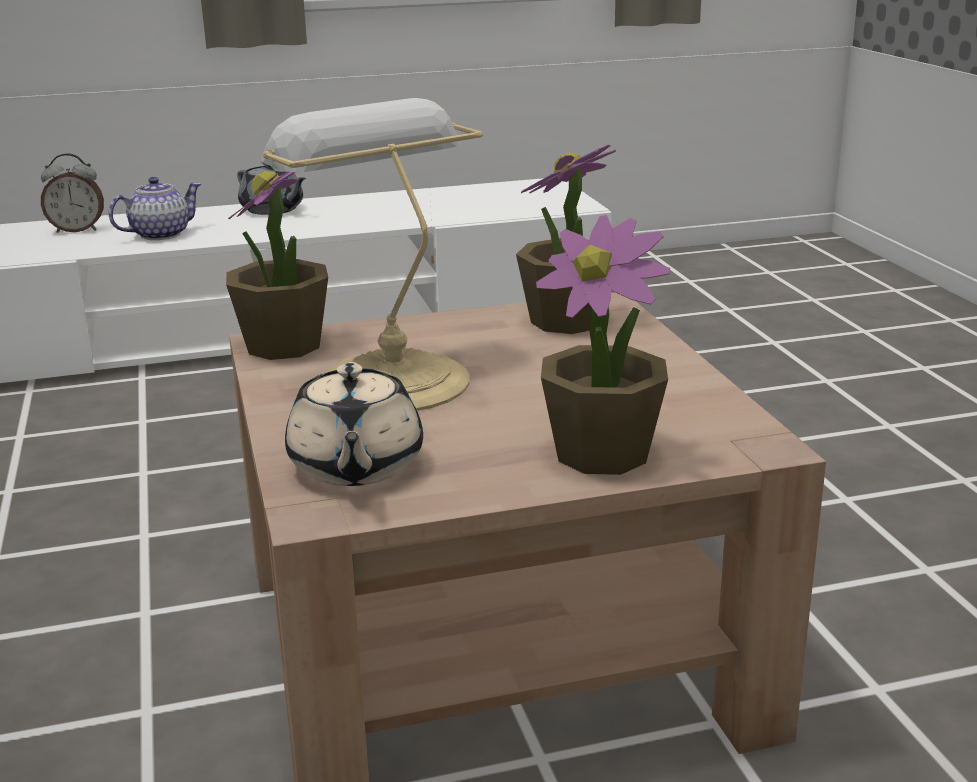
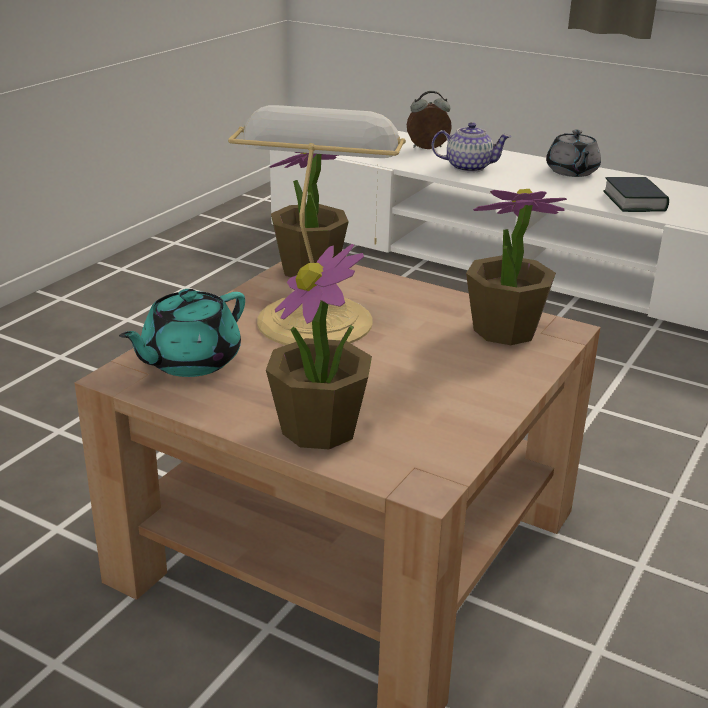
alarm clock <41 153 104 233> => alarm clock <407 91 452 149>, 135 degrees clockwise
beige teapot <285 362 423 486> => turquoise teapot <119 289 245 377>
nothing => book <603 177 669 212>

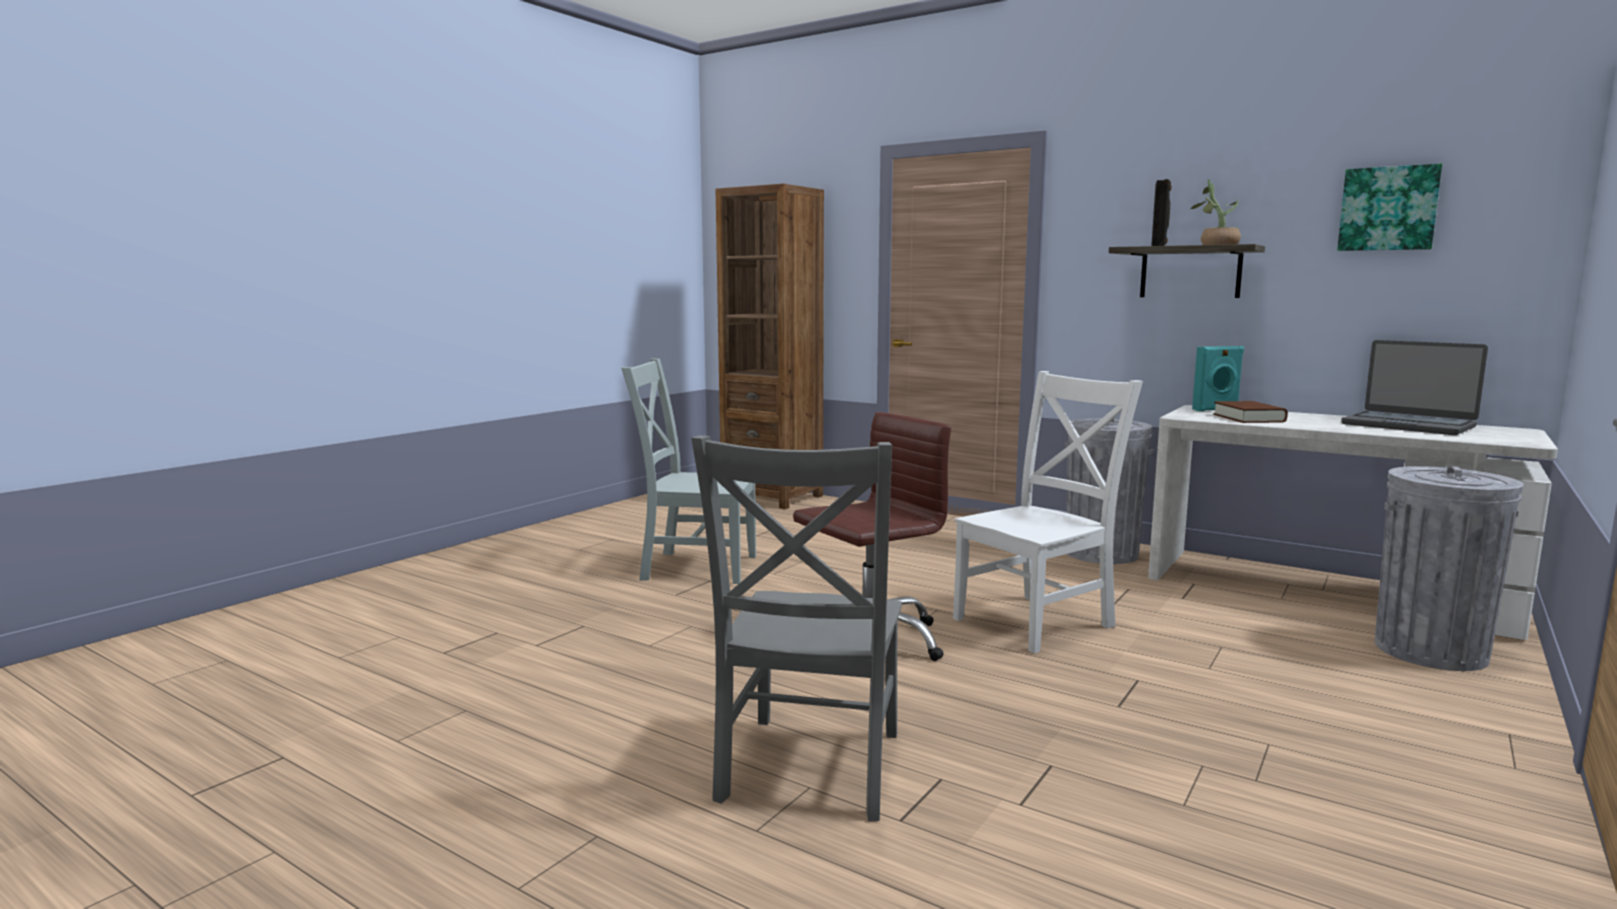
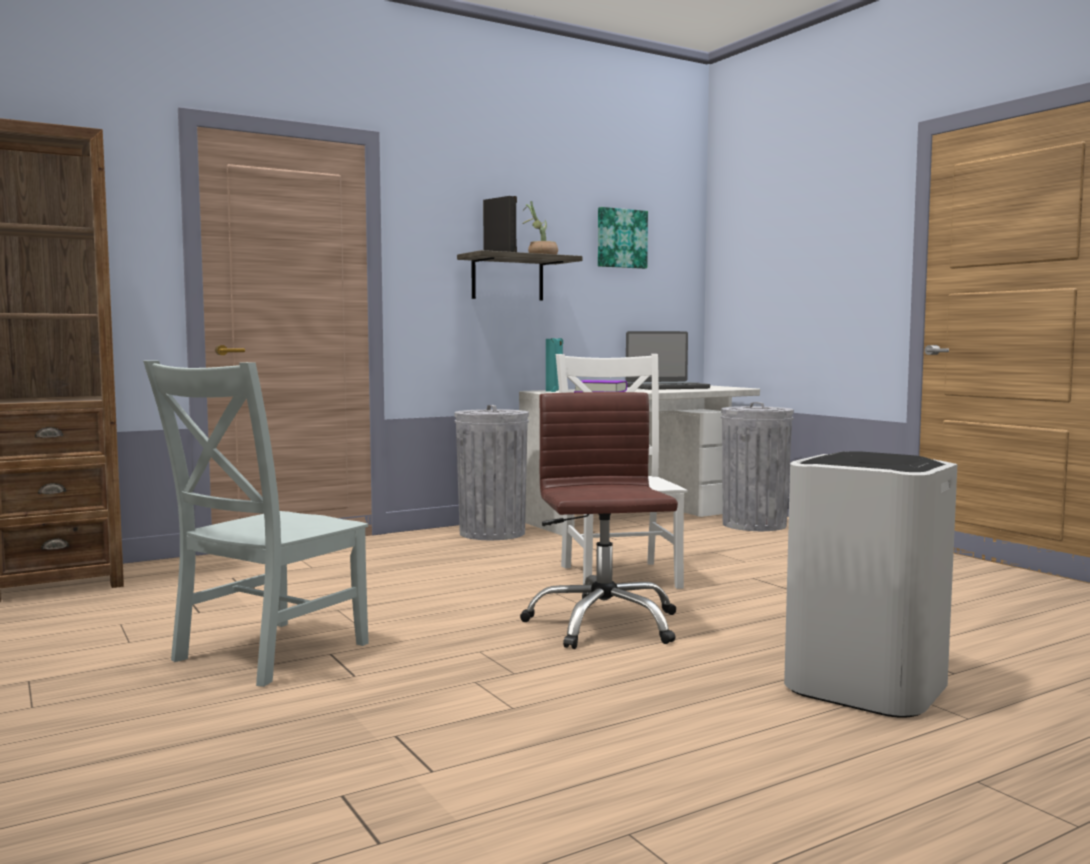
grey chair <691 435 902 822> => white trash can <784 451 957 718>
brown book <1213 401 1288 423> => purple book <574 380 627 392>

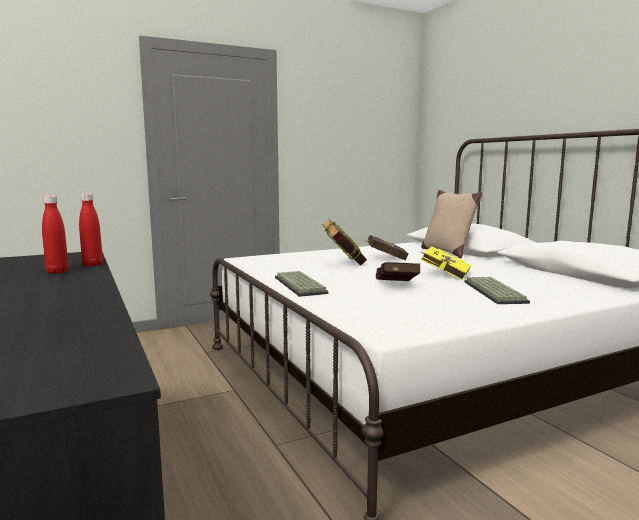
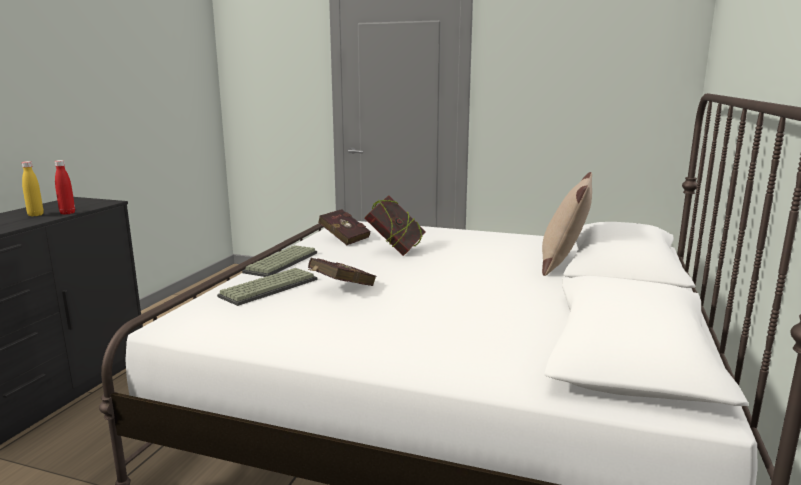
red bottle <42 195 68 274> => yellow bottle <22 161 44 216>
red book <363 235 409 261> => red book <318 209 370 245>, moved
yellow book <419 246 471 280> => nothing
keyboard <465 277 530 304> => keyboard <217 268 317 306>, moved

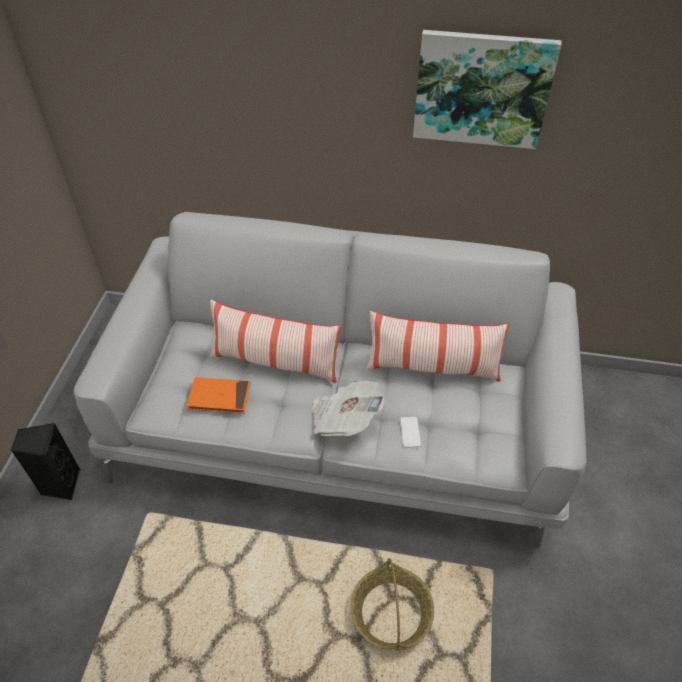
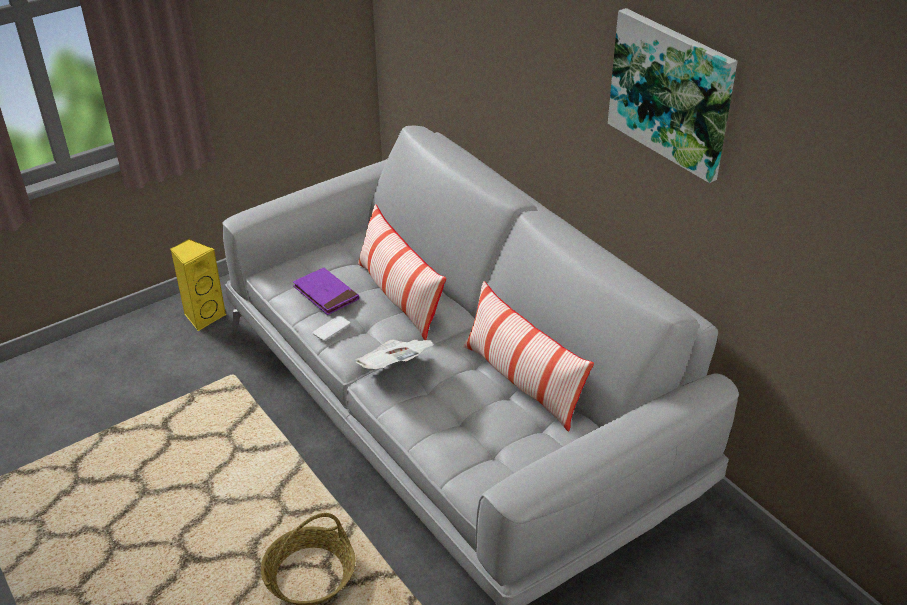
black speaker <11 423 80 500> => yellow speaker <170 239 226 331>
orange book <186 377 250 414> => purple book <293 268 359 315>
phone <400 417 421 448> => phone <313 316 350 341>, moved

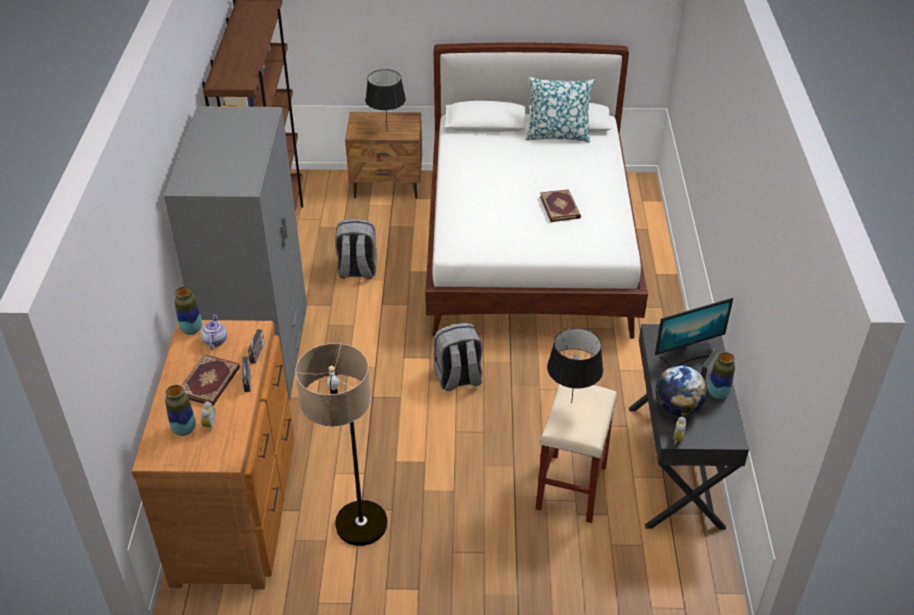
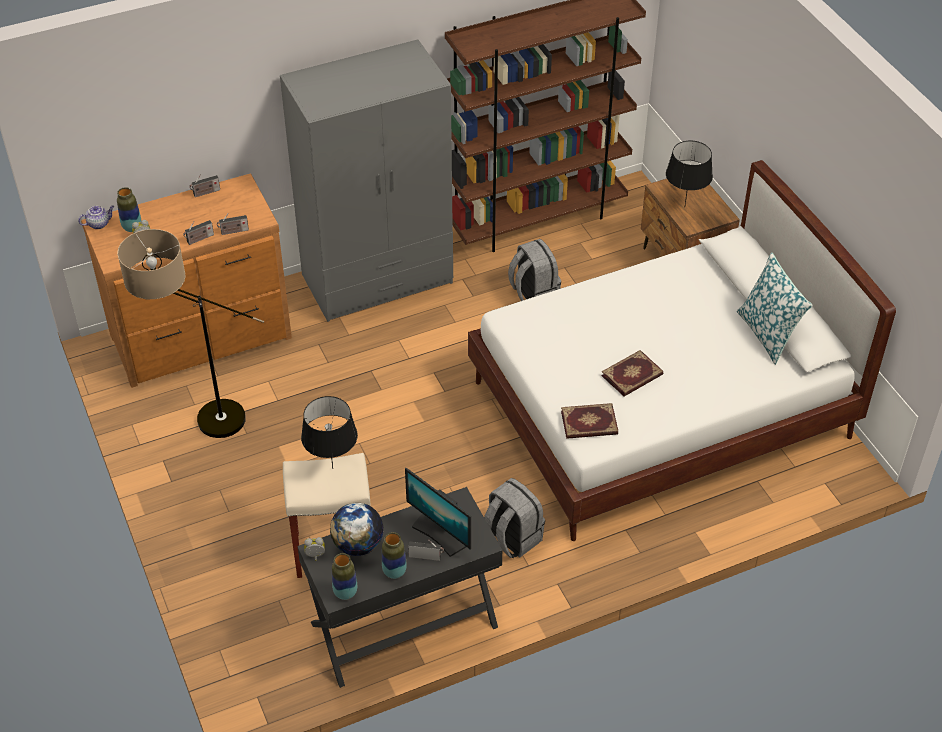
vase <174 286 202 335> => vase <332 553 357 600>, moved
book <181 354 240 406> => book <561 403 618 439>, moved
teapot <201 314 227 349> => teapot <78 205 114 229>, moved
grey backpack <433 323 482 391> => grey backpack <484 478 545 558>, moved
nothing => radio <190 174 220 197>

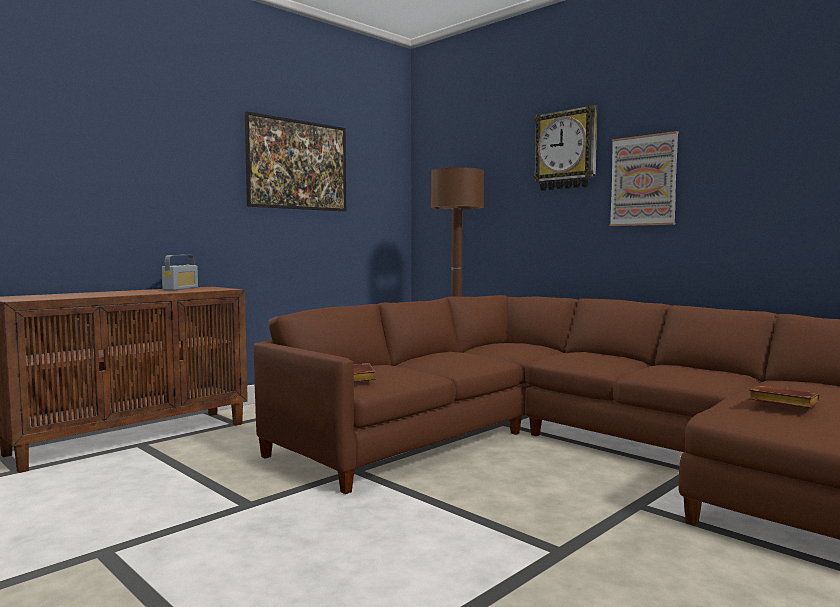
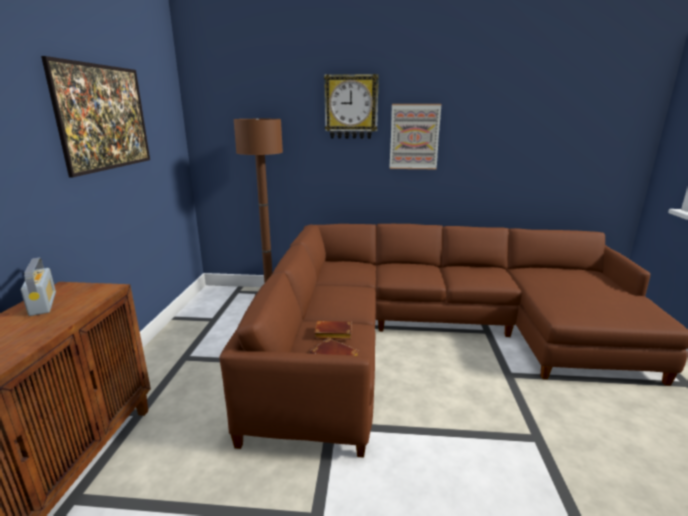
brown book <749 386 819 408> => brown book <314 321 352 339>, moved

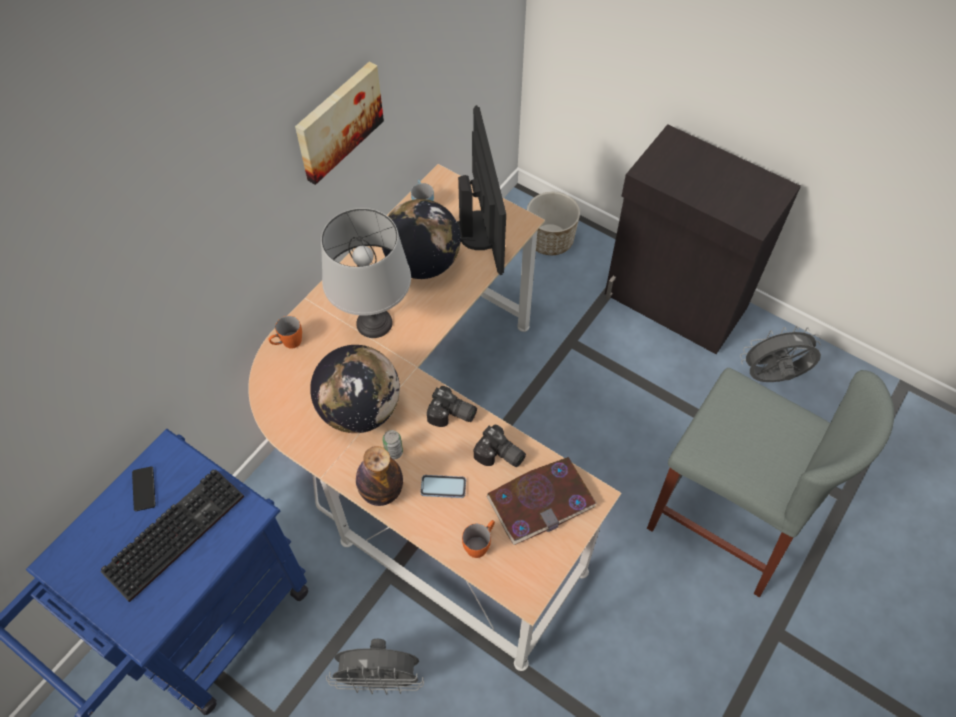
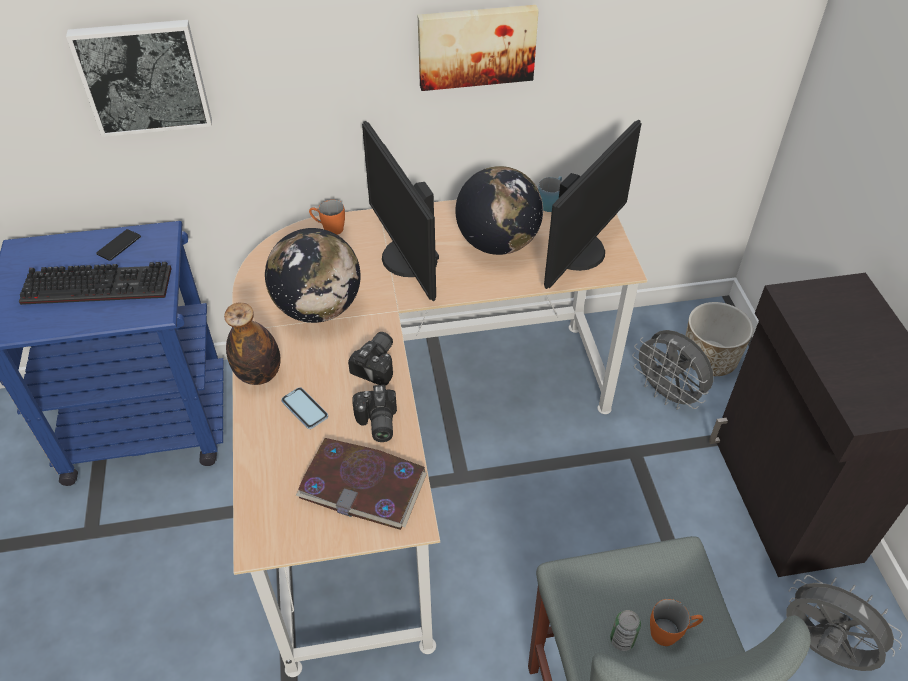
grey table lamp <321 208 411 338> => monitor <362 121 439 301>
grey fan <326 639 424 695> => grey fan <632 330 713 410>, moved
can <382 430 403 460> => can <610 610 641 651>, moved
photo camera <427 386 477 427> => photo camera <348 332 393 385>, 135 degrees counterclockwise
orange mug <462 520 495 558> => orange mug <650 599 703 646>, moved
nothing => picture <66 20 212 137>

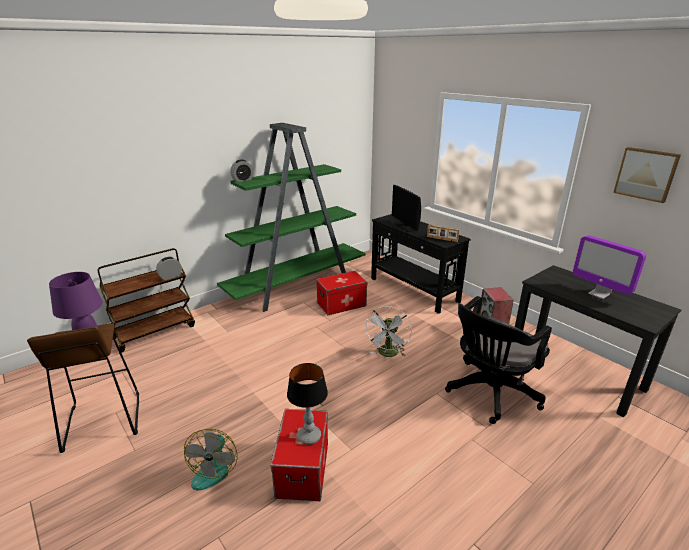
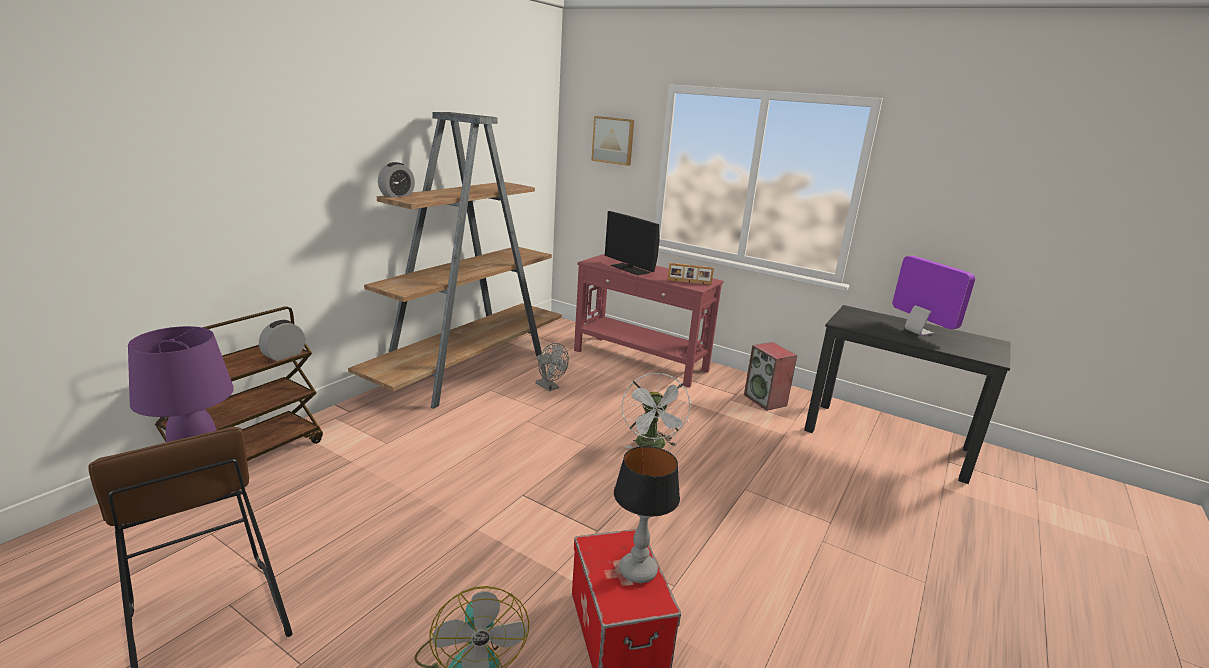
green bookcase <217 123 366 312> => brown bookcase <348 112 562 409>
storage box <316 271 367 315> => grey fan <536 343 569 391>
black console table <371 214 471 314> => red console table <574 254 724 388>
black office chair <445 296 552 424> => nothing
monitor <573 235 646 299> => monitor <892 256 975 336>, 150 degrees counterclockwise
picture <613 147 681 203> => picture <591 116 634 166>, moved

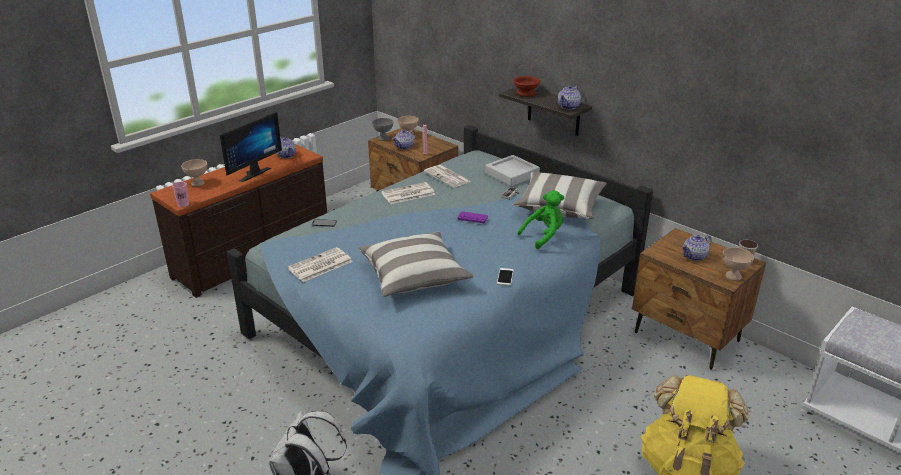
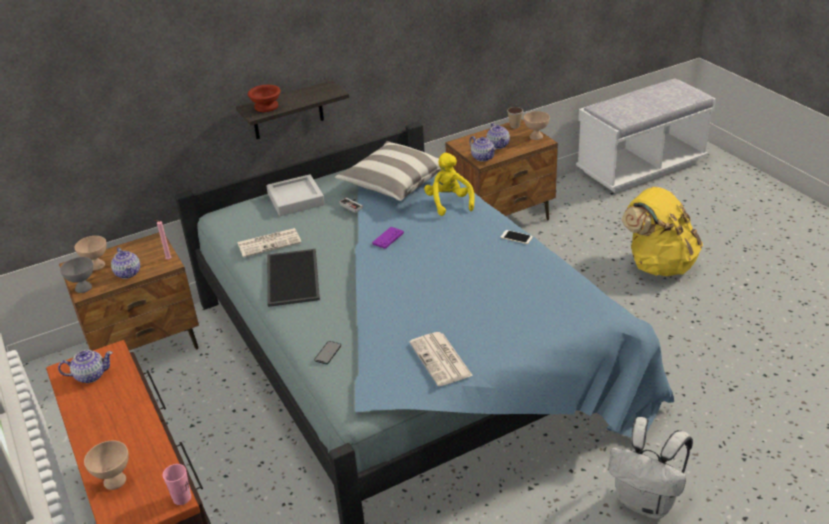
monitor <220 112 282 182> => nothing
pillow <358 232 474 297> => nothing
newspaper <381 182 435 204> => tray <267 249 320 307>
green plush toy <517 190 564 249> => yellow plush toy <424 153 475 216>
teapot <558 85 581 110> => teapot <469 136 496 161>, moved

